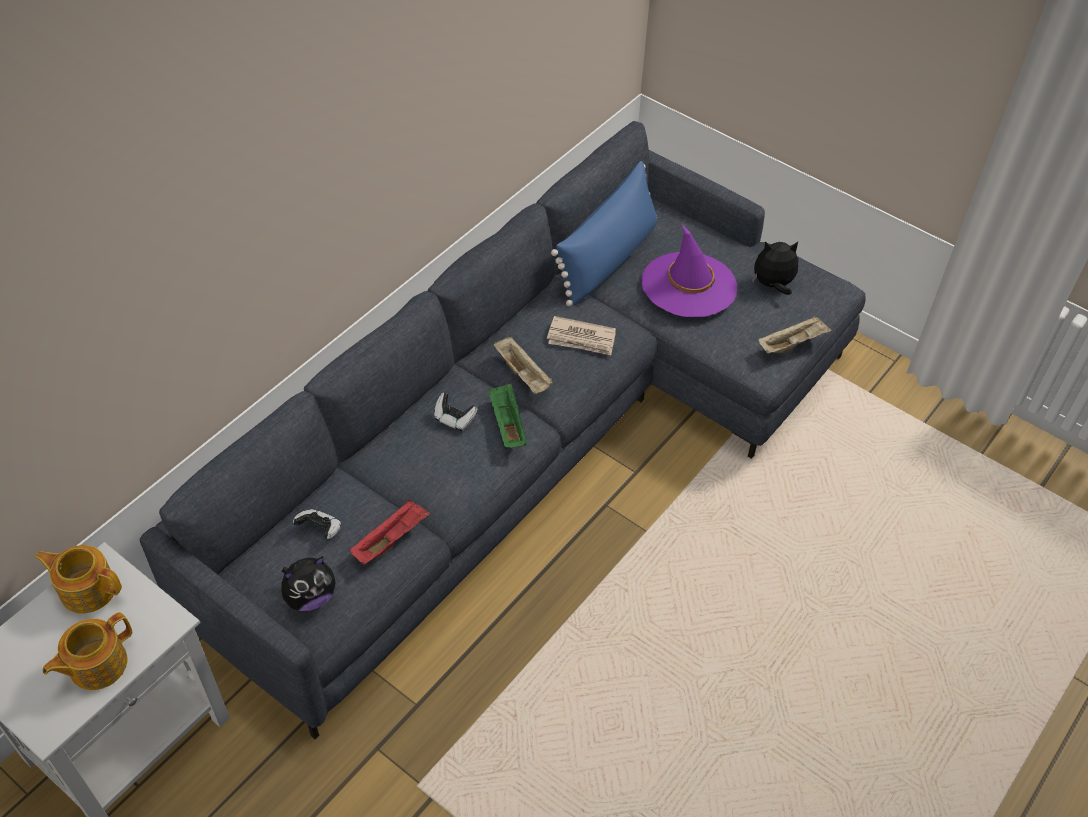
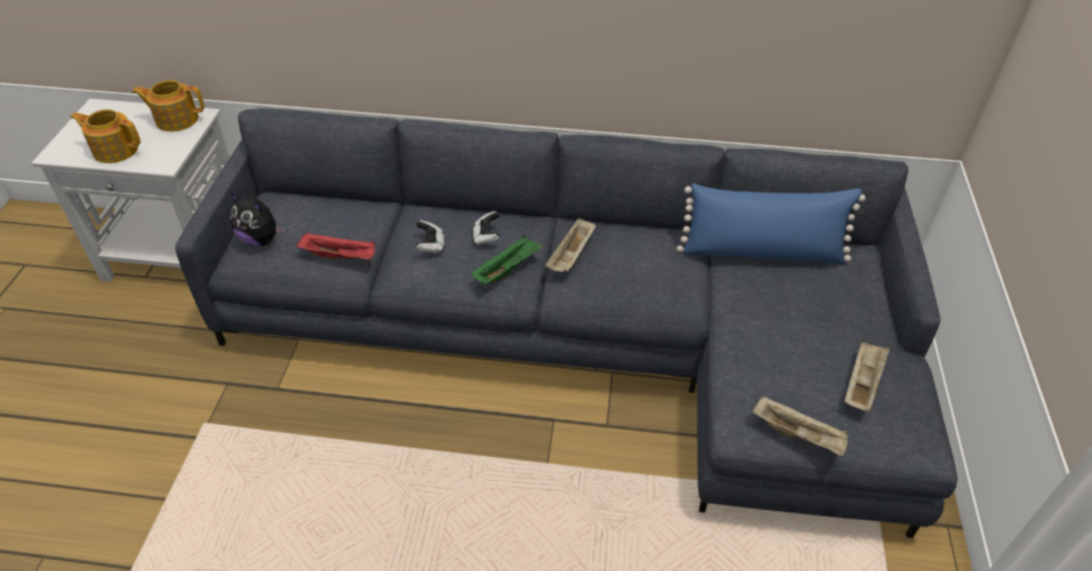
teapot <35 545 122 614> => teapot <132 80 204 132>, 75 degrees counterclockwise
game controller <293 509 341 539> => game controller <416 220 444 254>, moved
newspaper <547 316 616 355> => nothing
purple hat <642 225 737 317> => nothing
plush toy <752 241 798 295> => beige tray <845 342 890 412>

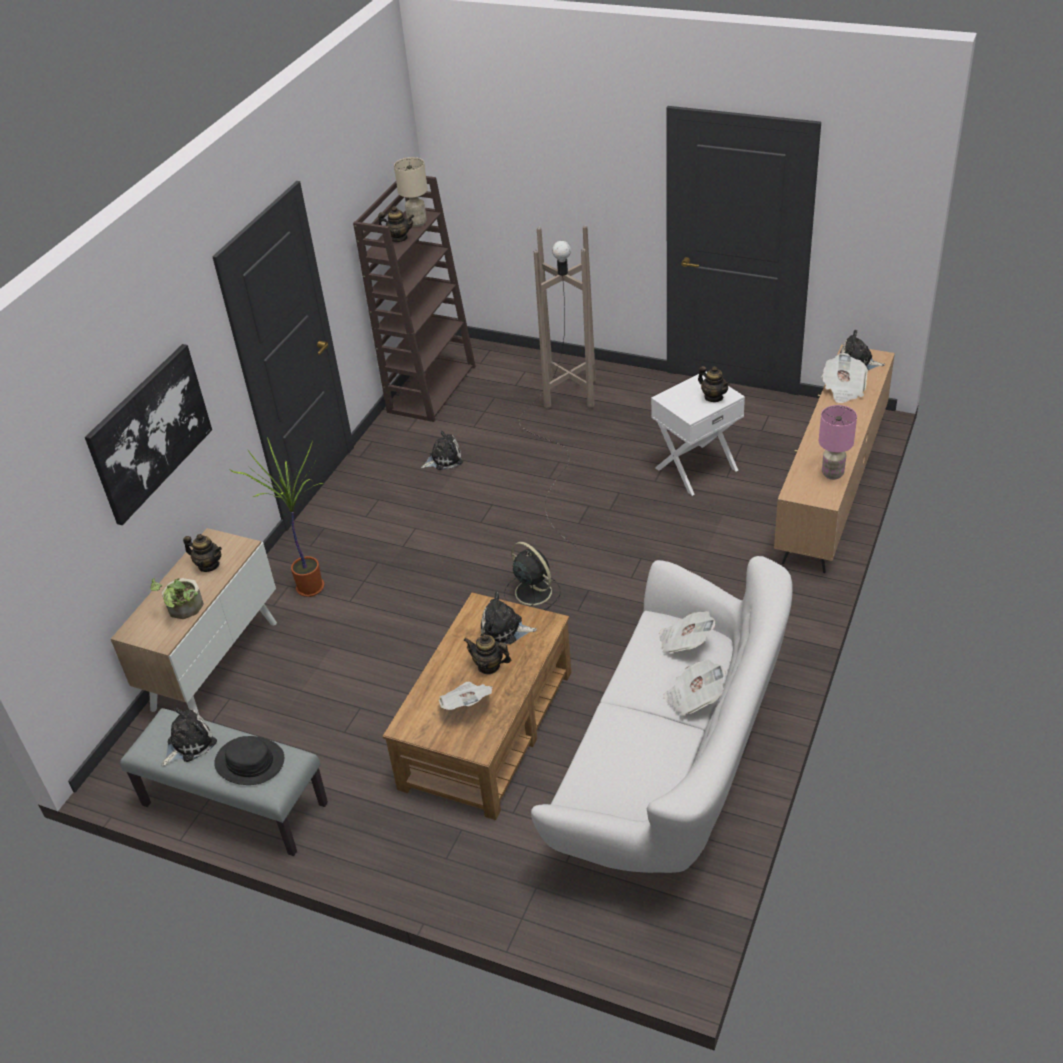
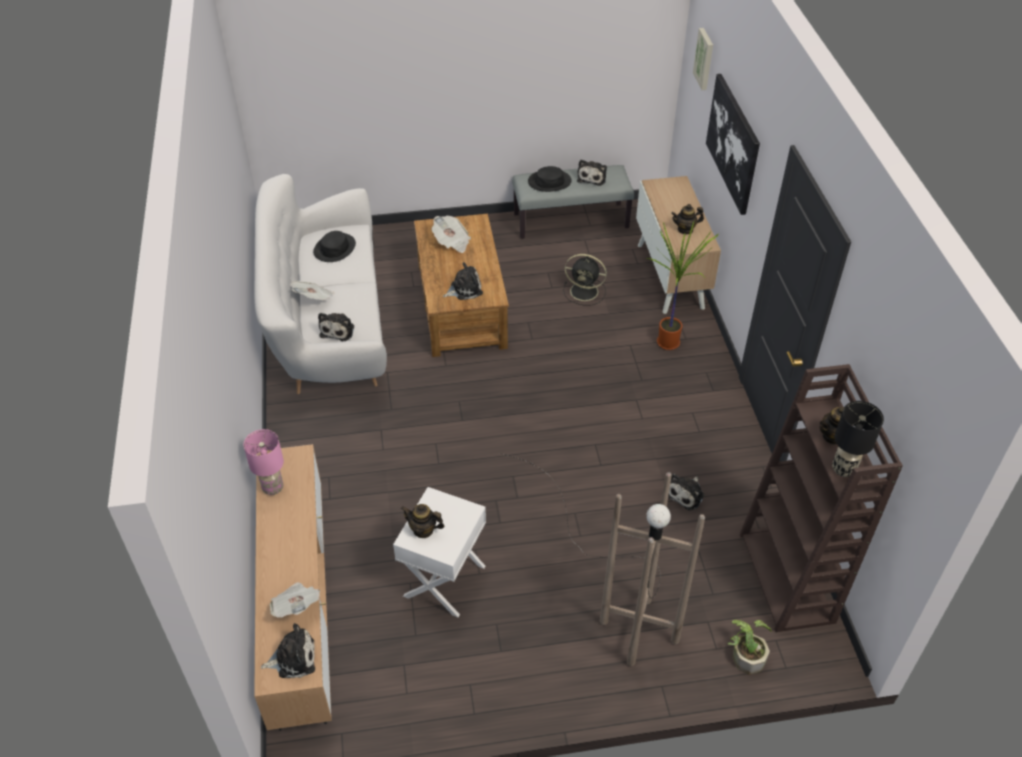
potted plant <151 578 204 619> => potted plant <727 620 772 674>, moved
beige table lamp <394 157 428 227> => black table lamp <832 401 884 477>
teapot <464 634 511 675> => nothing
black fan <504 542 561 611> => black fan <563 254 607 305>, moved
newspaper <659 611 715 653> => plush toy <318 313 354 341>
nothing => black hat <313 231 356 262>
nothing => picture <693 28 713 90>

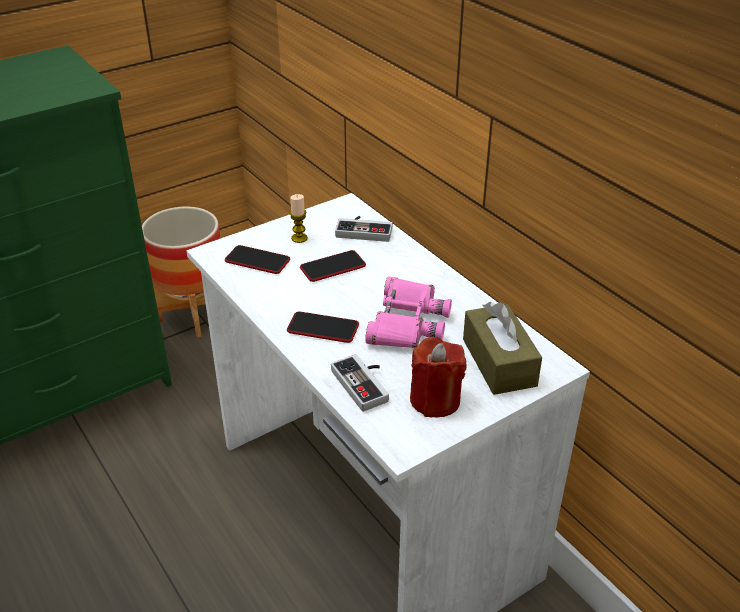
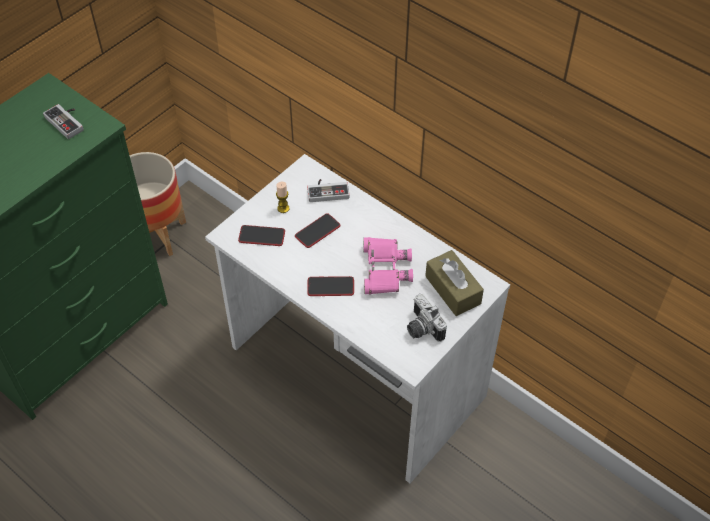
game controller <331 354 389 412> => game controller <43 104 84 139>, moved
red candle <410 337 466 417> => photo camera <407 294 447 342>

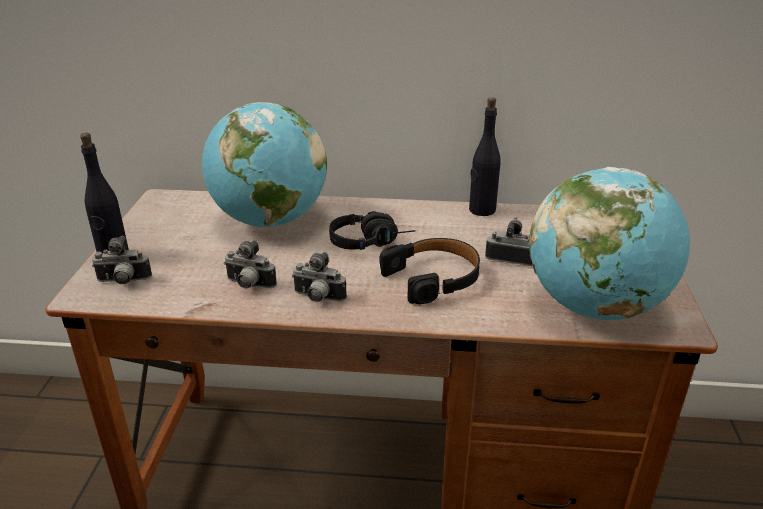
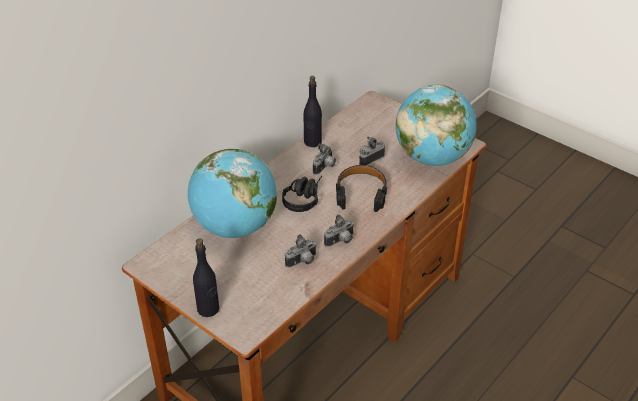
photo camera <92 236 152 284> => photo camera <313 143 336 175>, moved

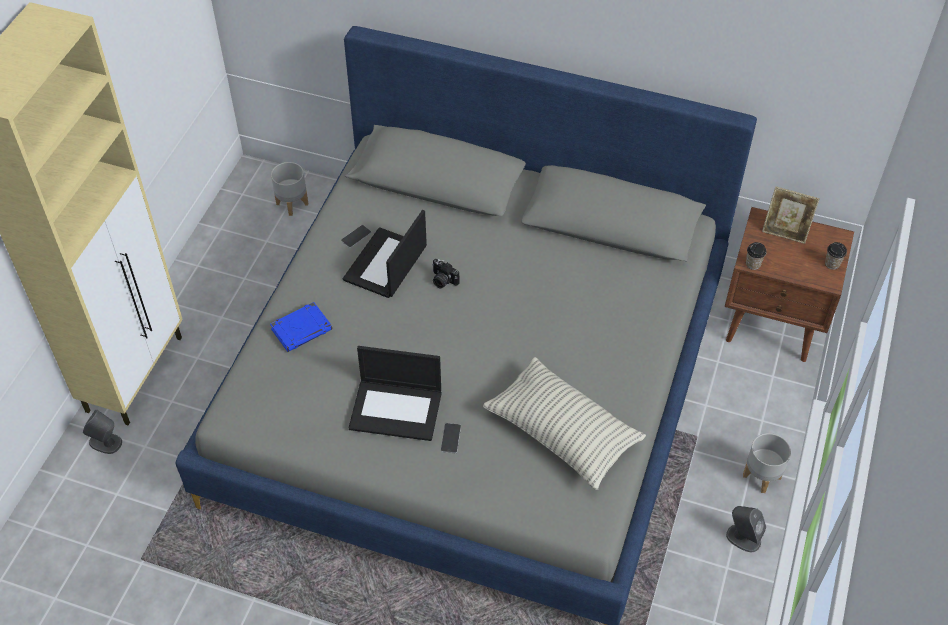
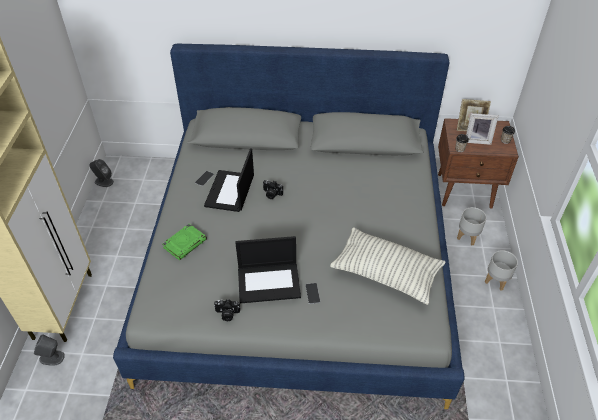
blue book <270 302 332 352> => green book <162 224 207 260>
grey planter <271 162 308 216> => grey planter <457 207 486 245>, moved
grey speaker <726 506 766 552> => grey speaker <89 159 114 187>, moved
nothing => photo camera <214 299 240 321>
nothing => picture frame <466 113 498 145>

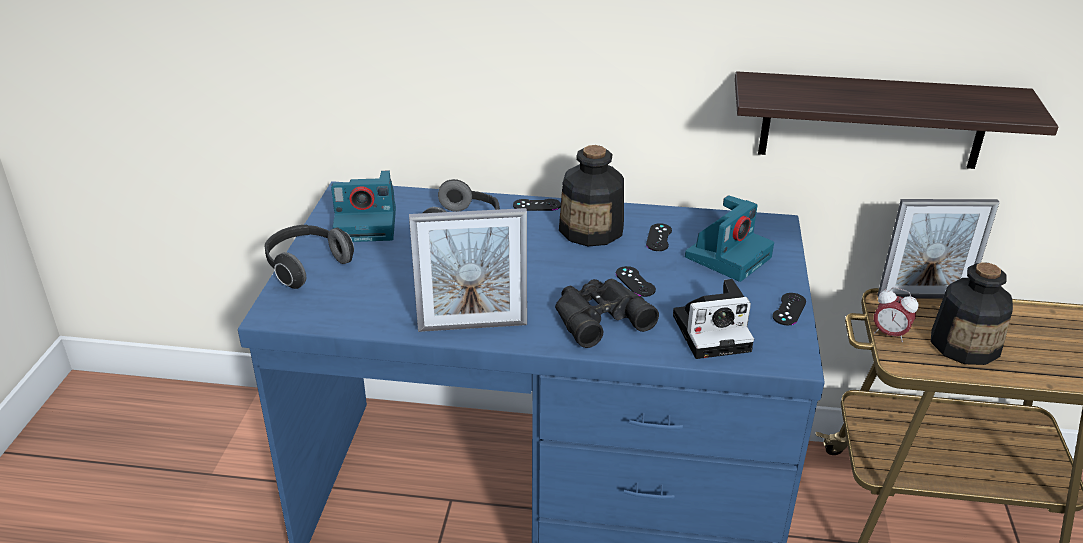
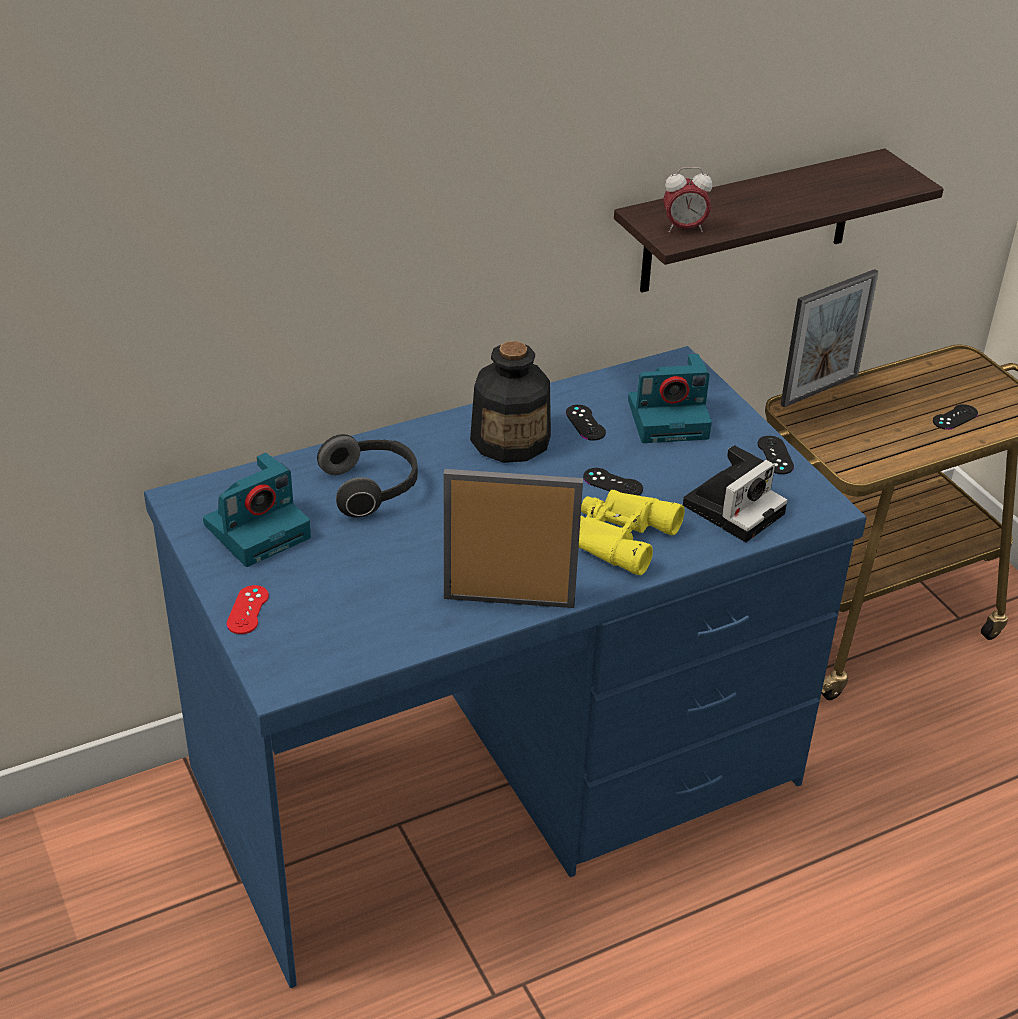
headphones <265 225 354 289> => red game controller <226 585 269 634>
picture frame <409 208 527 332> => picture frame <444 469 583 608>, 135 degrees counterclockwise
black game controller <513 199 561 211> => black game controller <933 404 978 430>, moved
black binoculars <555 279 659 348> => yellow binoculars <579 489 685 575>
photo camera <685 195 774 282> => photo camera <628 354 712 443>, 75 degrees clockwise
alarm clock <874 287 919 342> => alarm clock <663 167 713 233>, moved
bottle <931 262 1013 365> => nothing

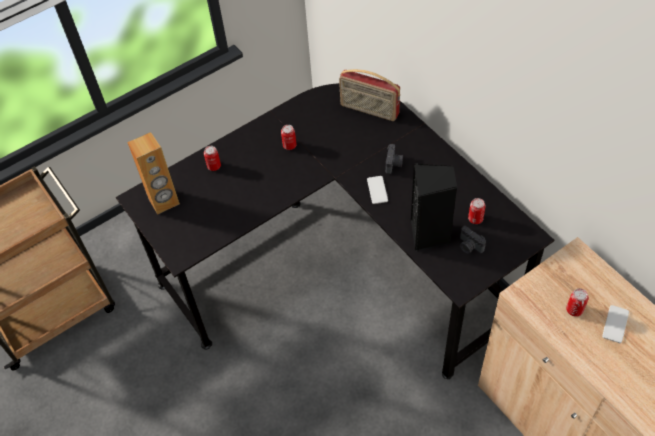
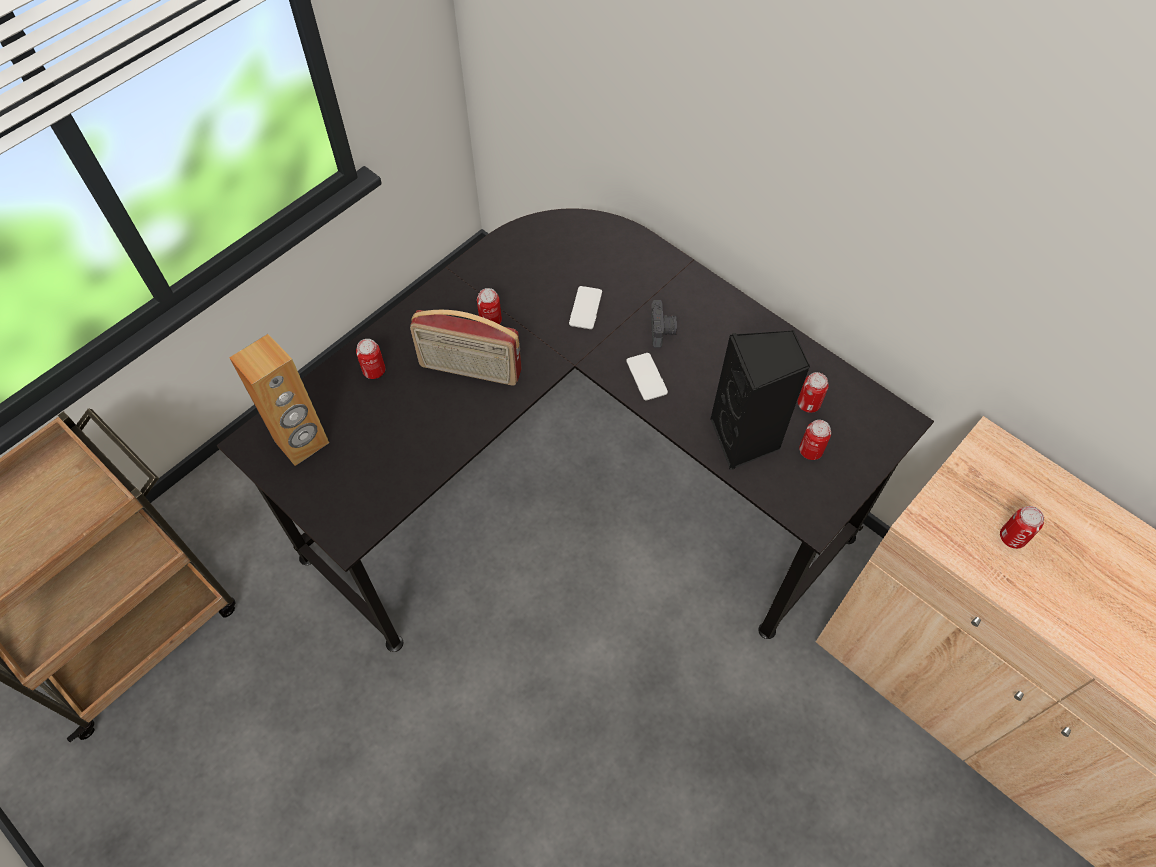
radio <339 69 400 121> => radio <410 310 522 386>, moved
photo camera <460 226 486 254> => can <799 420 831 460>
phone <602 305 629 343> => phone <569 286 602 329>, moved

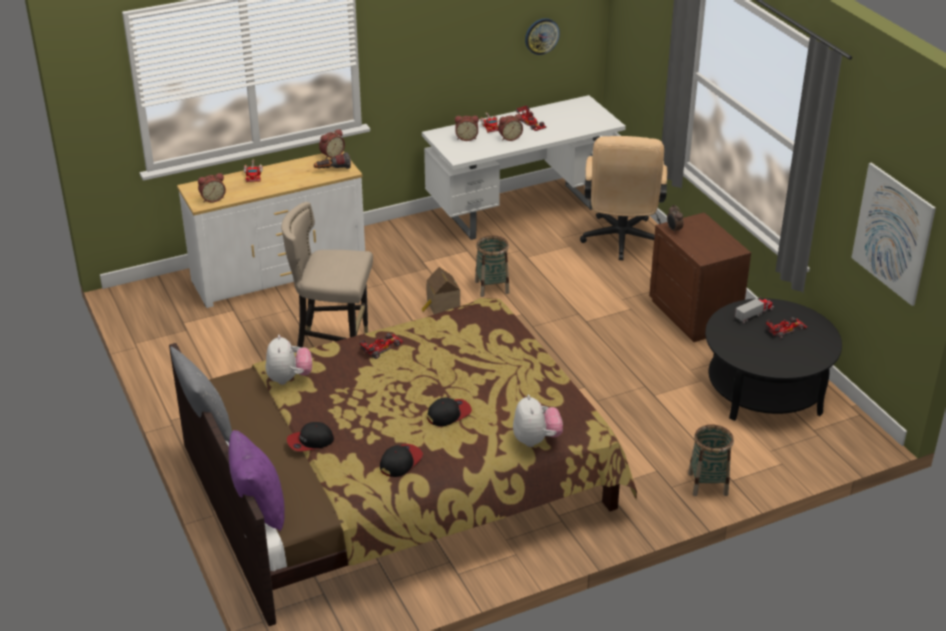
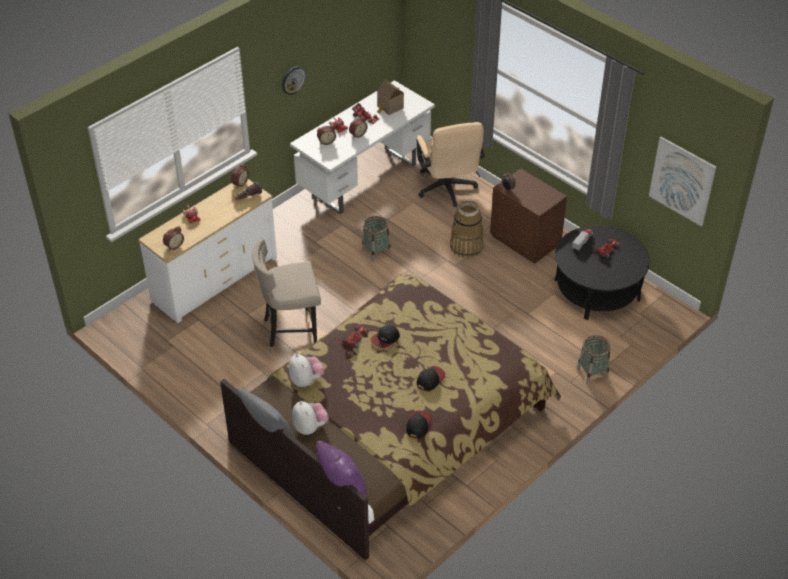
cap <287 422 334 451> => cap <370 325 400 348>, moved
toy house <421 267 460 314> => toy house <377 80 404 115>, moved
plush toy <513 395 563 447> => plush toy <292 401 329 435>, moved
wall clock <525 18 560 55> => wall clock <282 66 306 95>, moved
nothing => basket <450 201 483 258>

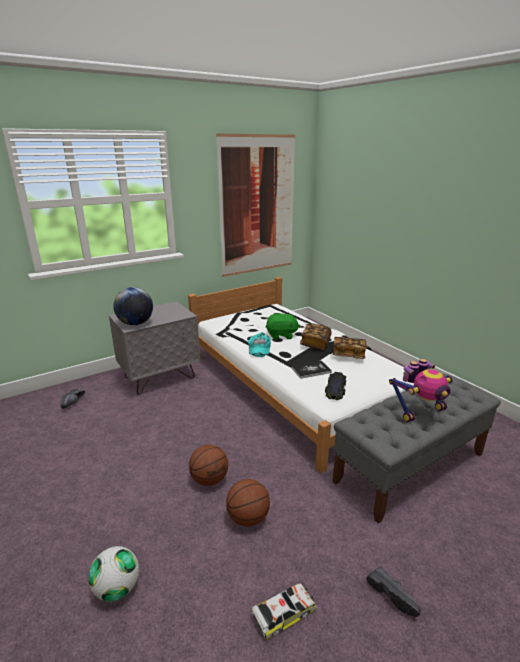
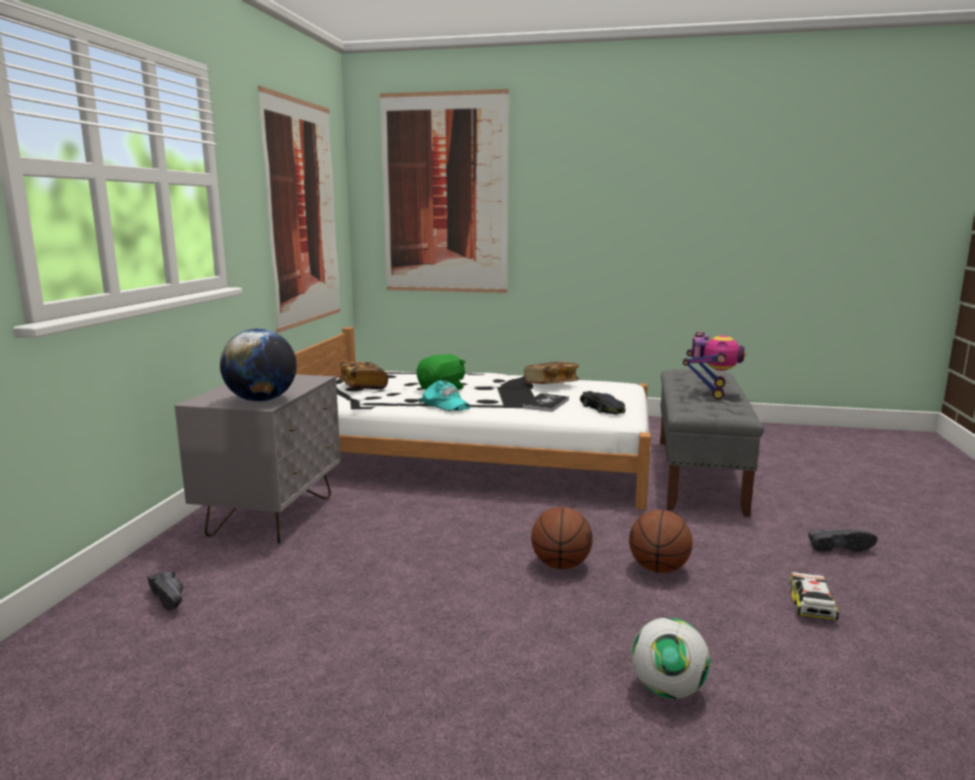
book <300 324 332 351> => book <339 362 388 389>, moved
nothing => picture <380 89 509 293>

